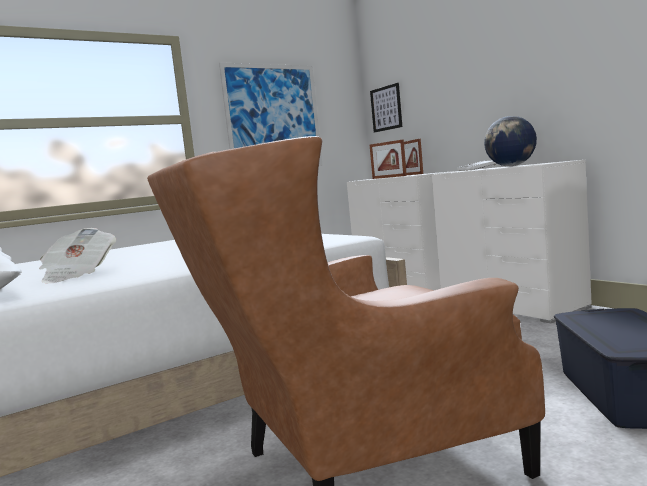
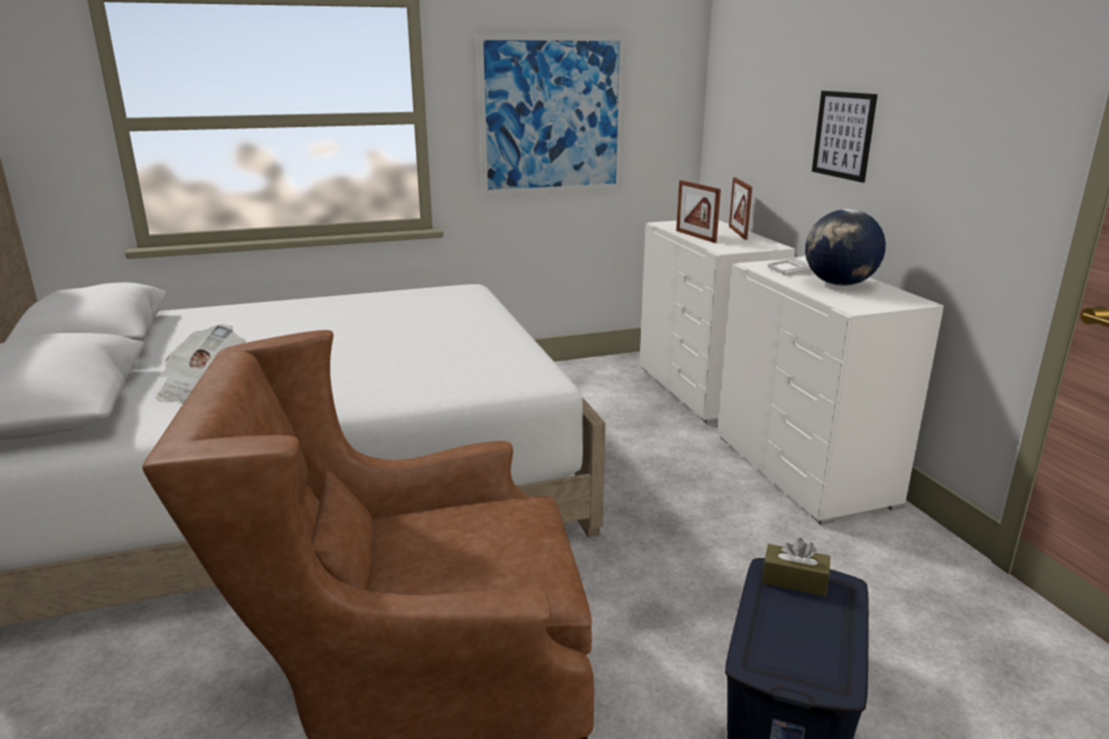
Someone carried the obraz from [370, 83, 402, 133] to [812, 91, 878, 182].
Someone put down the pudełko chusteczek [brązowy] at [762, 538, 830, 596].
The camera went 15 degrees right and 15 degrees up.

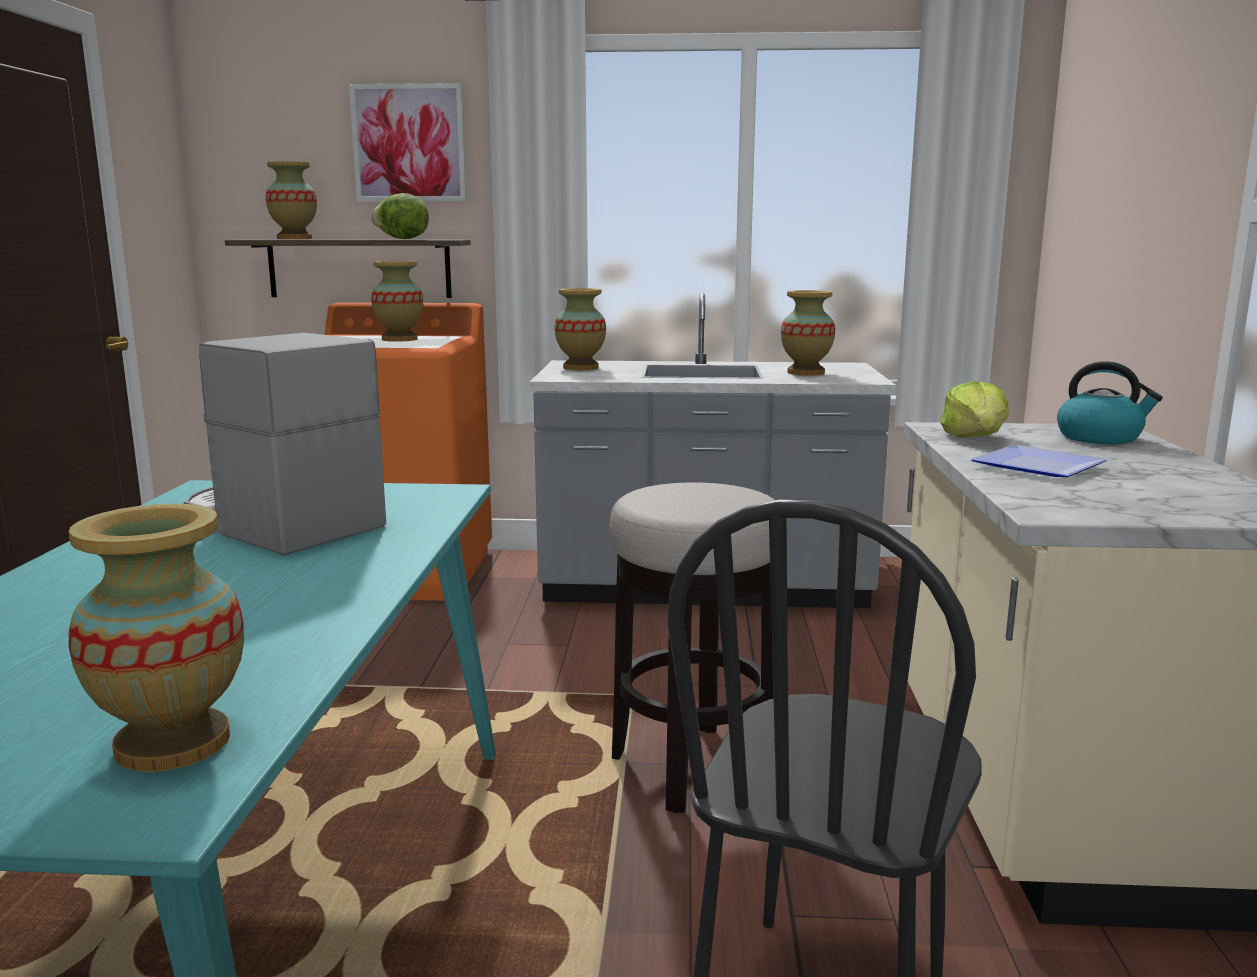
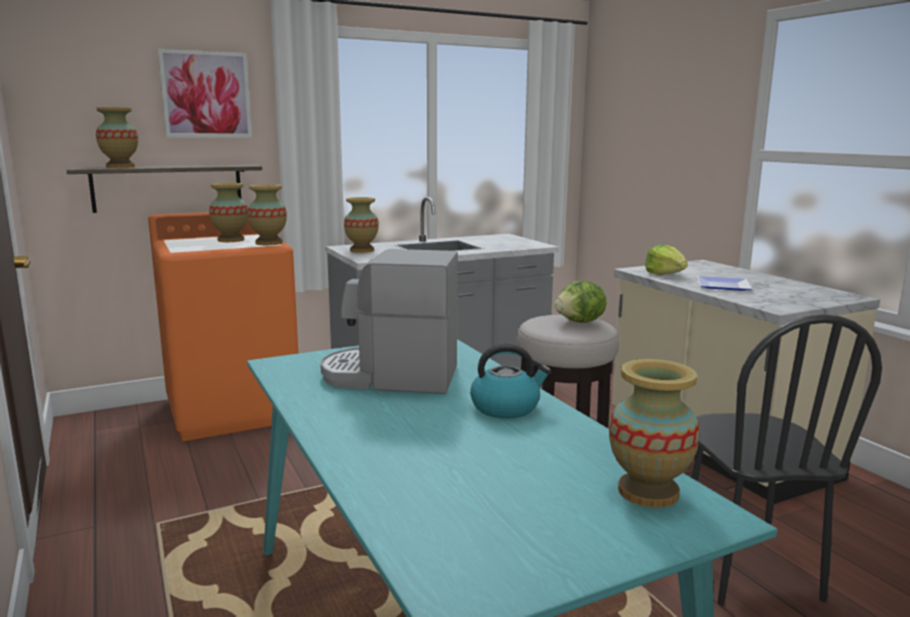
Someone carried the sałata from [371, 193, 429, 239] to [554, 281, 606, 323].
Someone carried the wazon from [781, 290, 835, 376] to [247, 184, 287, 245].
Someone carried the czajnik from [1057, 361, 1163, 444] to [470, 344, 551, 418].
The camera went 30 degrees left and 0 degrees up.

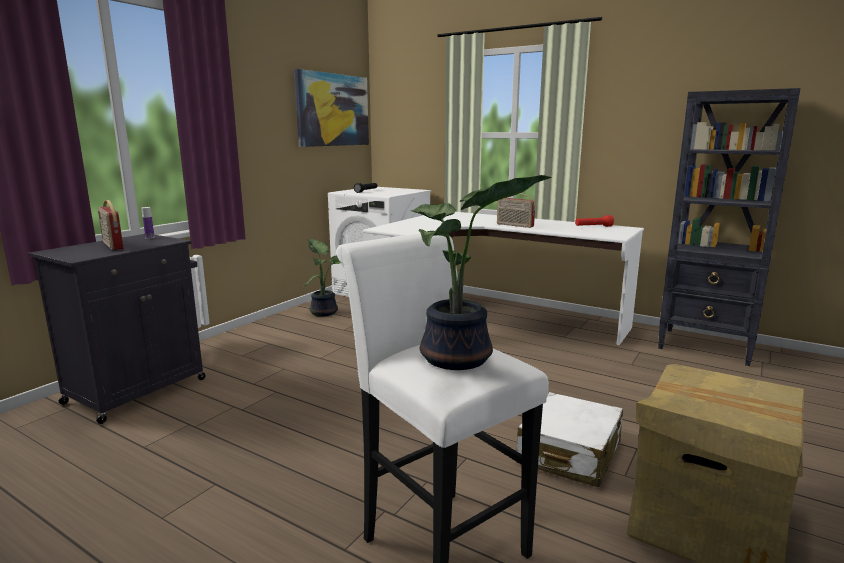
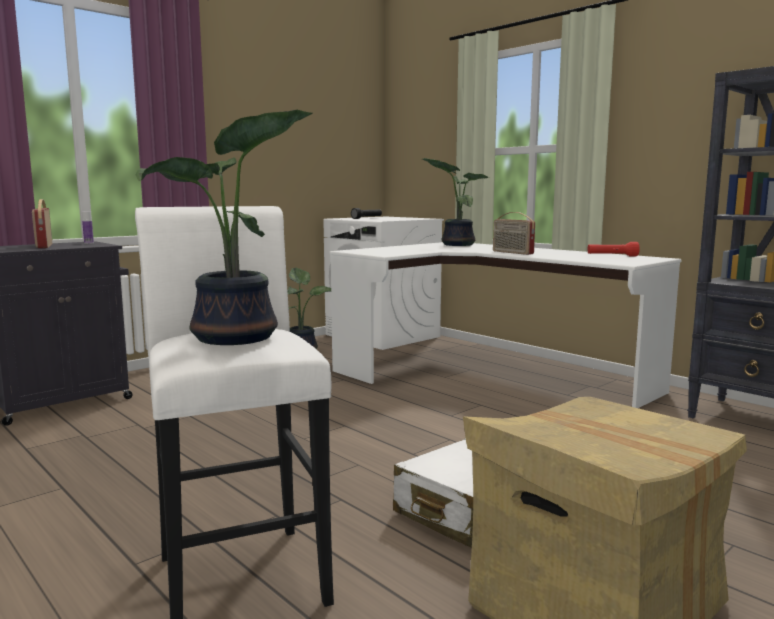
Someone took away the obraz at [294, 69, 369, 147].
Someone put down the roślina doniczkowa at [422, 158, 489, 246].
The camera went 15 degrees right and 5 degrees down.

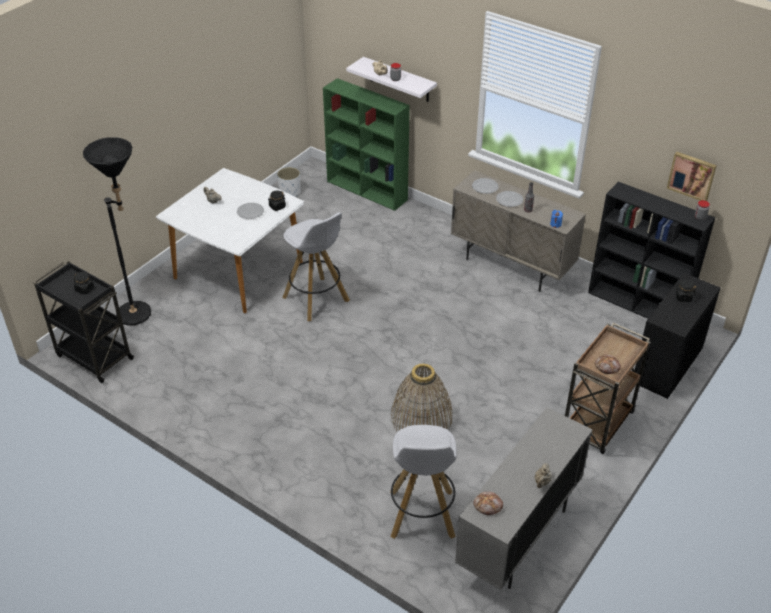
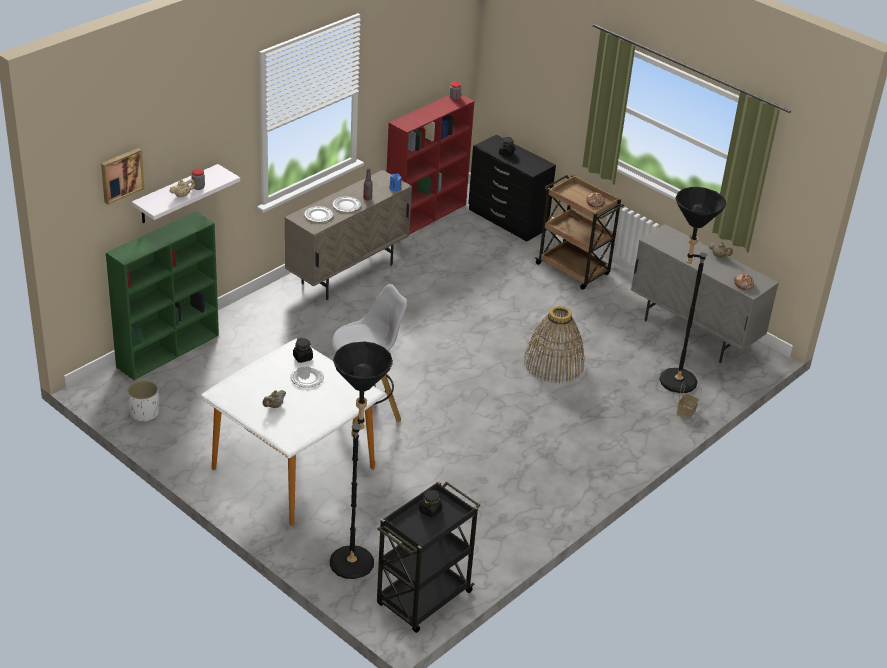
Someone carried the obraz from [667, 152, 717, 201] to [101, 148, 145, 205].
Someone repainted the regał [czarny] at [588, 182, 715, 319], which became the regał [czerwony] at [387, 95, 474, 235].
Someone swapped the stołek [biały] at [390, 425, 456, 539] for the lampa stojąca [czarny] at [659, 187, 726, 393].
Someone put down the koszyk at [677, 381, 702, 420].
The camera went 85 degrees left and 5 degrees down.

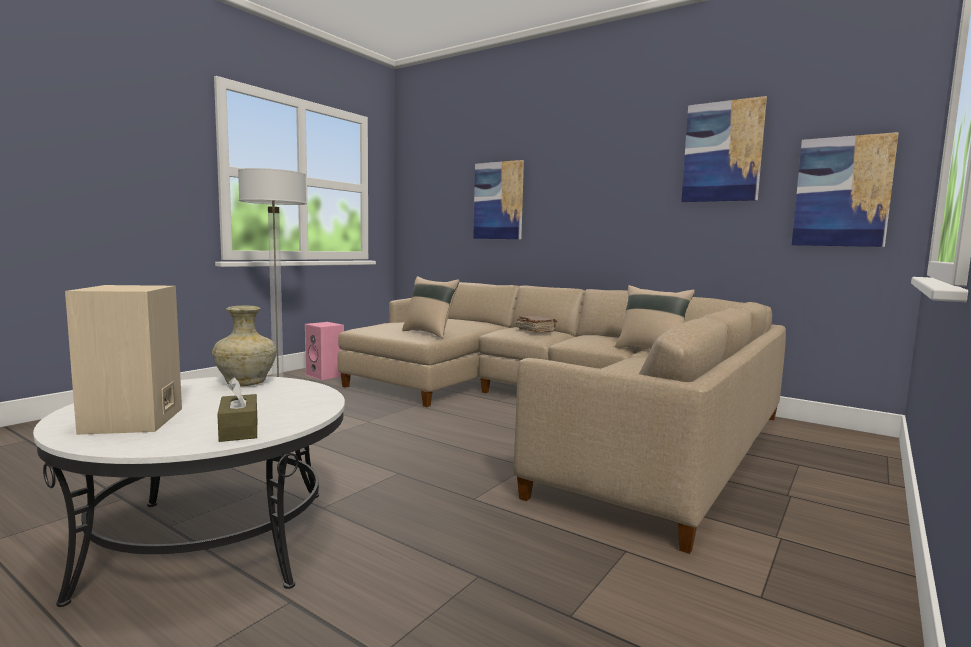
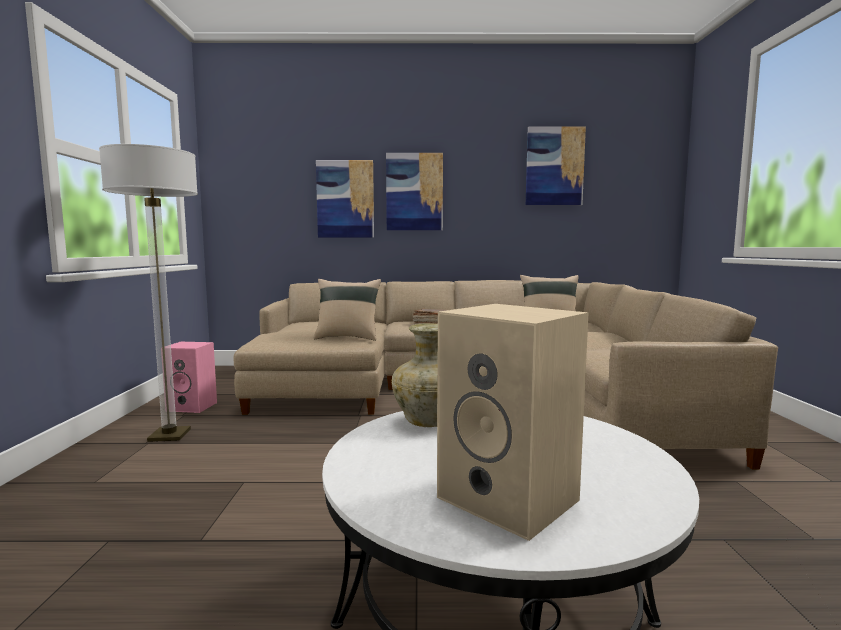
Someone carried the obraz from [792, 132, 899, 247] to [386, 153, 443, 230].
Someone took away the pudełko chusteczek [brązowy] at [217, 377, 257, 442].
The camera went 35 degrees left and 0 degrees up.

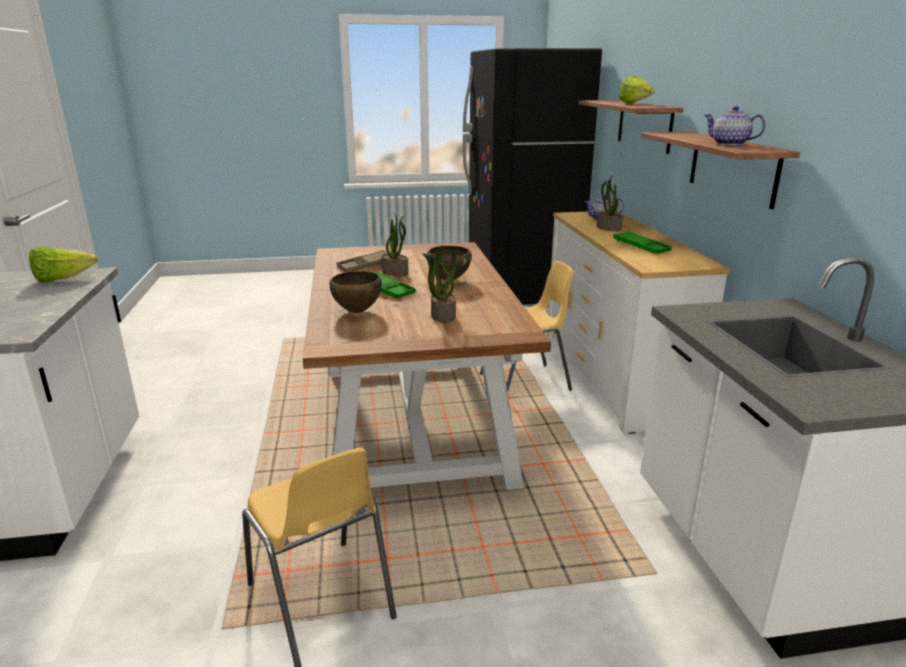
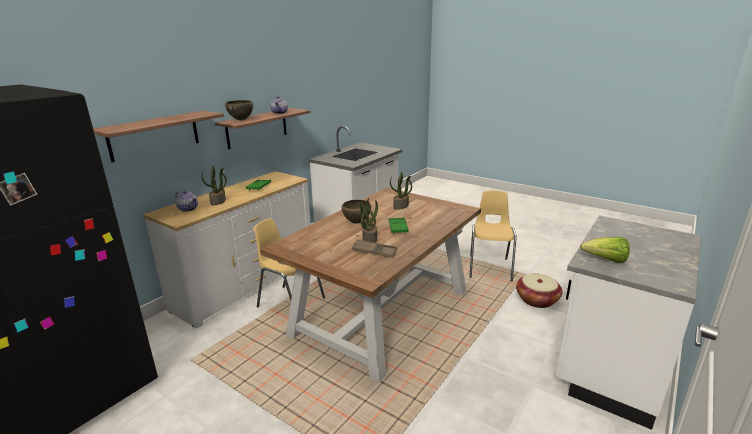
Someone took away the sałata at [619, 75, 655, 104].
Someone carried the miska [brązowy] from [329, 271, 382, 313] to [225, 100, 253, 120].
Someone put down the koszyk at [516, 273, 562, 308].
The camera went 135 degrees left and 0 degrees up.

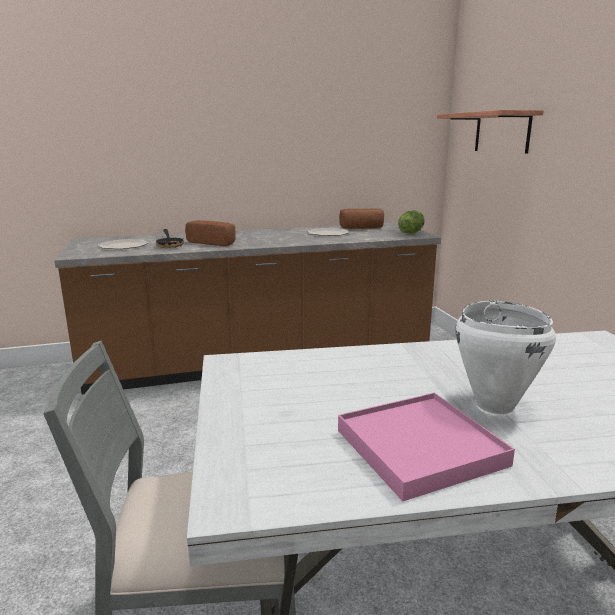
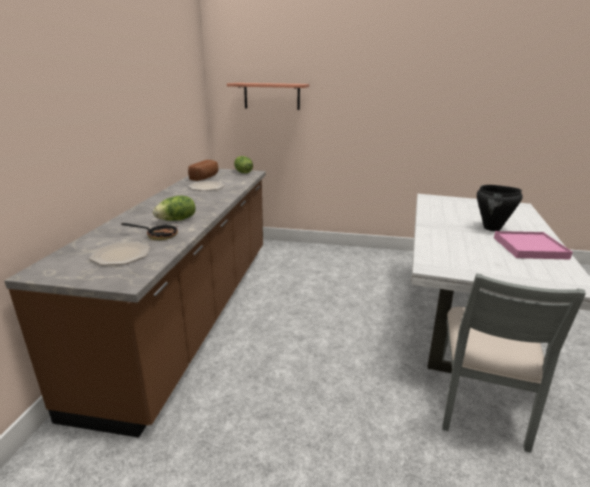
Someone swapped the chleb at [185, 220, 236, 246] for the sałata at [153, 196, 195, 221].
Someone repainted the garnek [biały] at [455, 301, 556, 414], which became the garnek [czarny] at [477, 185, 523, 231].
The camera went 65 degrees left and 5 degrees up.

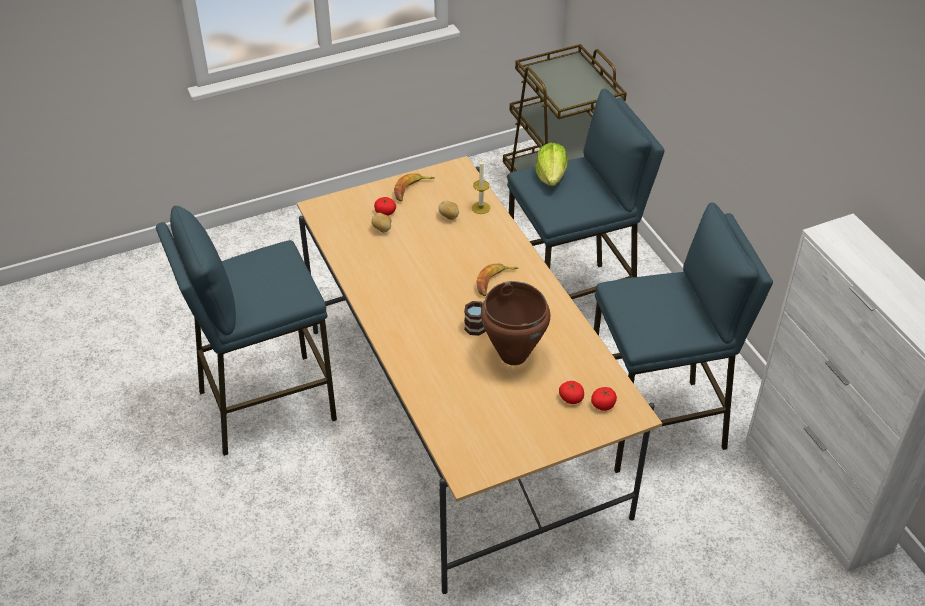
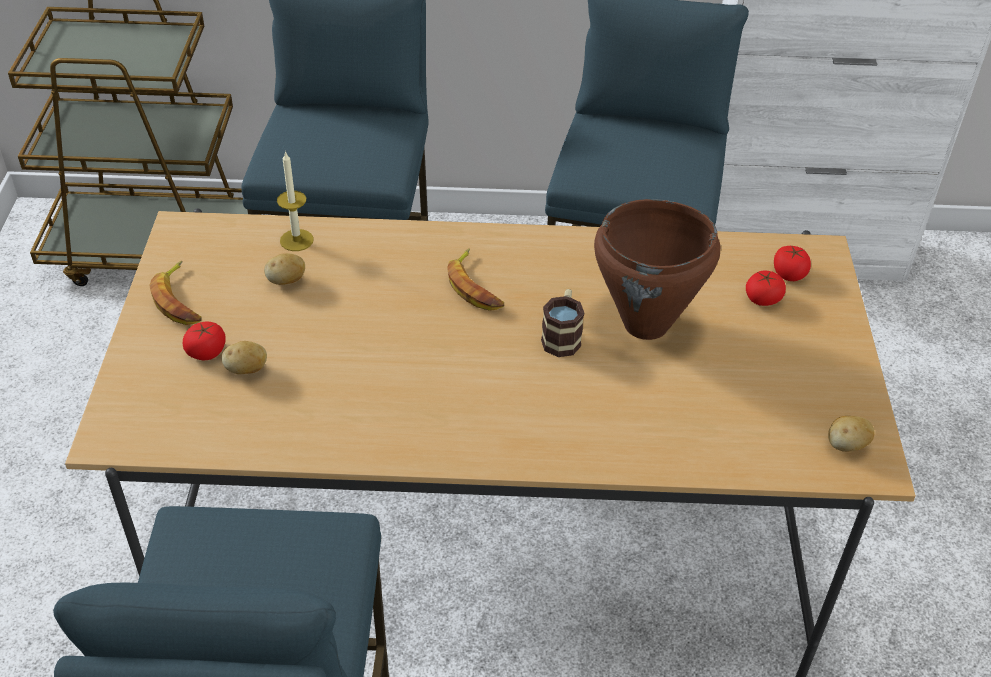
Someone took away the sałata at [535, 143, 568, 186].
Someone put down the ziemniak at [828, 416, 875, 452].
The camera went 65 degrees left and 0 degrees up.

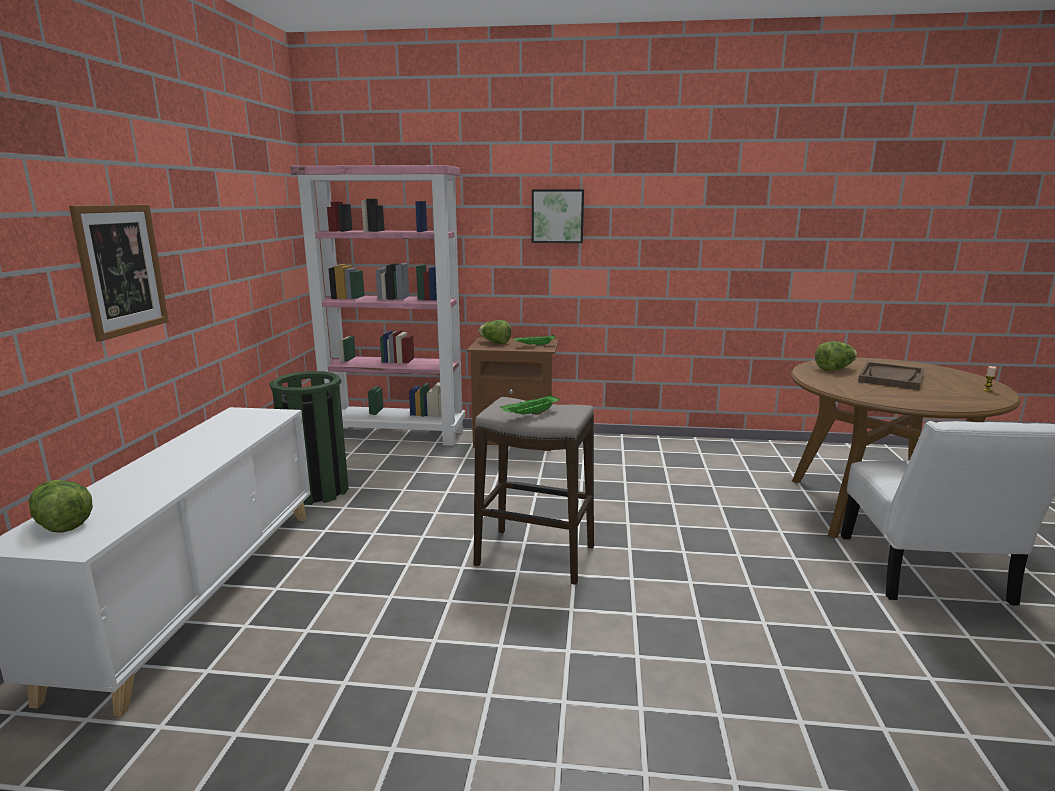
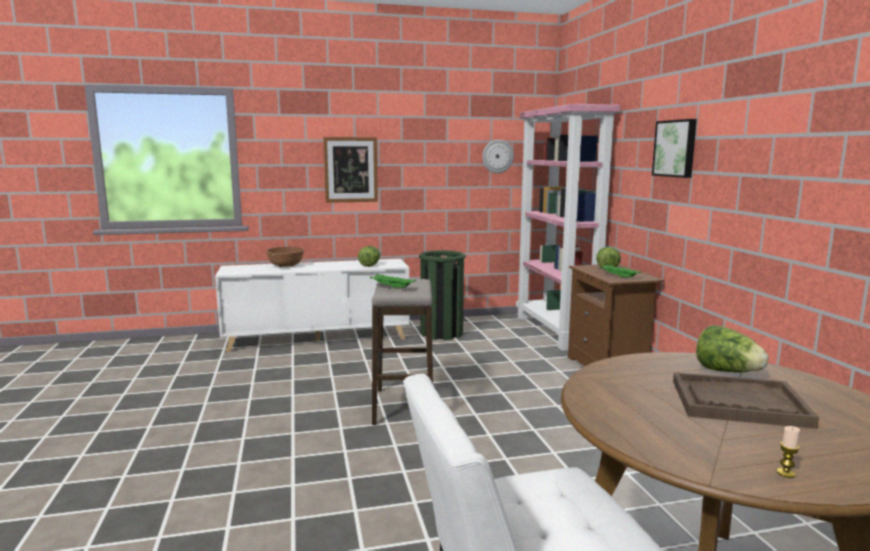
Someone carried the sałata from [29, 480, 93, 533] to [358, 246, 380, 267].
Someone put up the zegar ścienny at [482, 140, 514, 173].
Someone put down the miska [brązowy] at [266, 247, 304, 267].
The camera went 70 degrees right and 5 degrees down.

